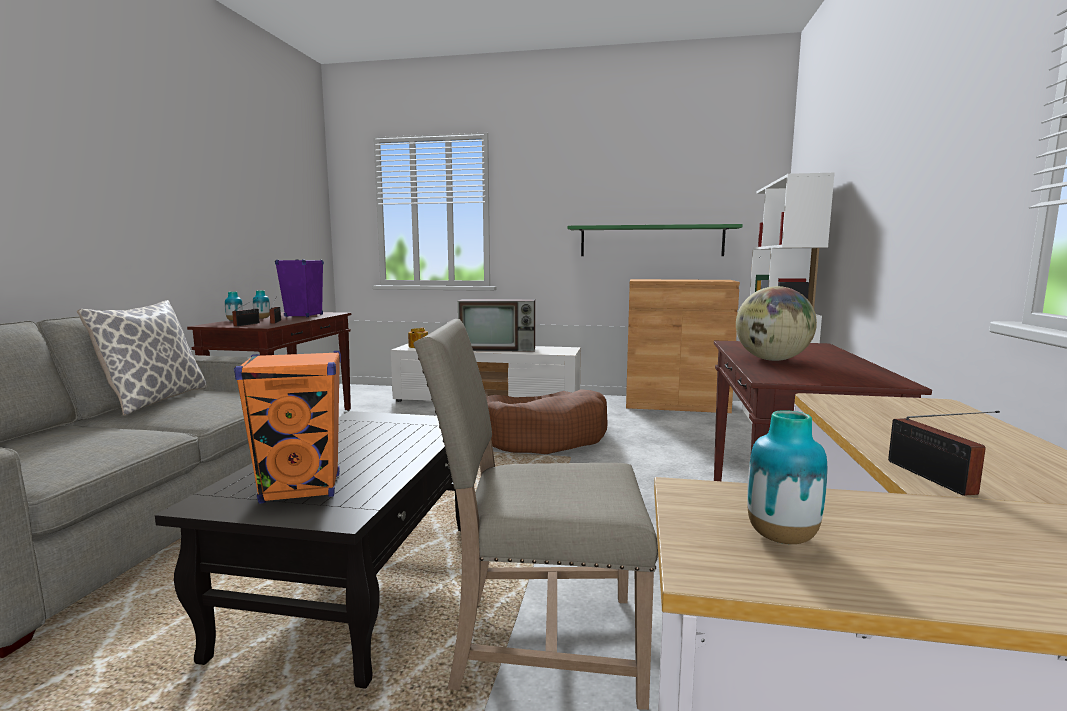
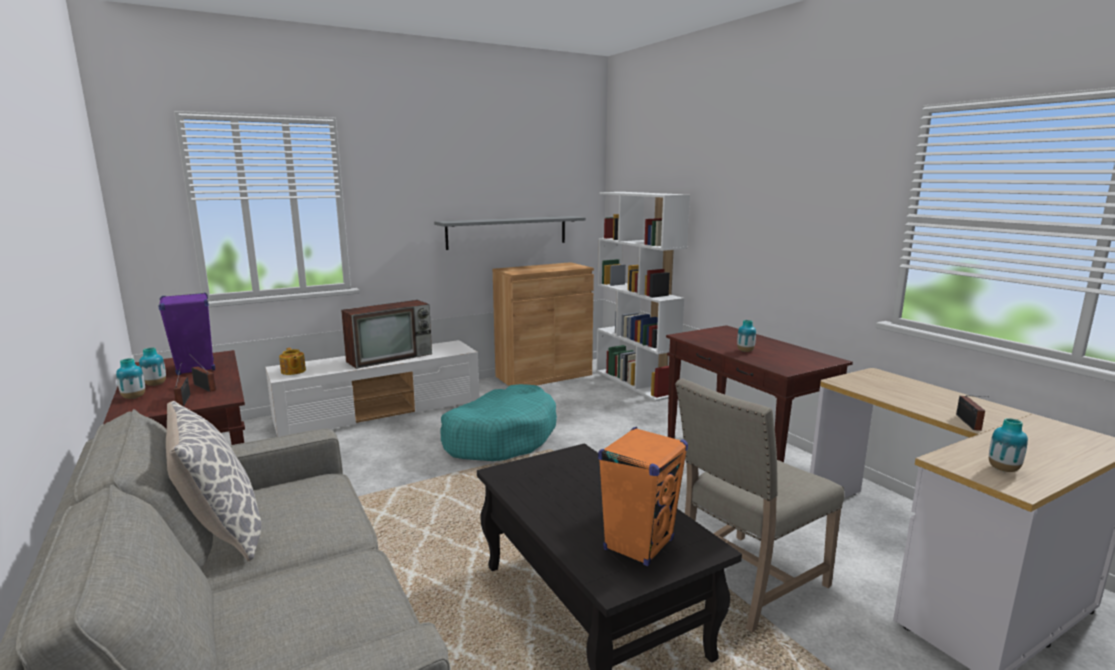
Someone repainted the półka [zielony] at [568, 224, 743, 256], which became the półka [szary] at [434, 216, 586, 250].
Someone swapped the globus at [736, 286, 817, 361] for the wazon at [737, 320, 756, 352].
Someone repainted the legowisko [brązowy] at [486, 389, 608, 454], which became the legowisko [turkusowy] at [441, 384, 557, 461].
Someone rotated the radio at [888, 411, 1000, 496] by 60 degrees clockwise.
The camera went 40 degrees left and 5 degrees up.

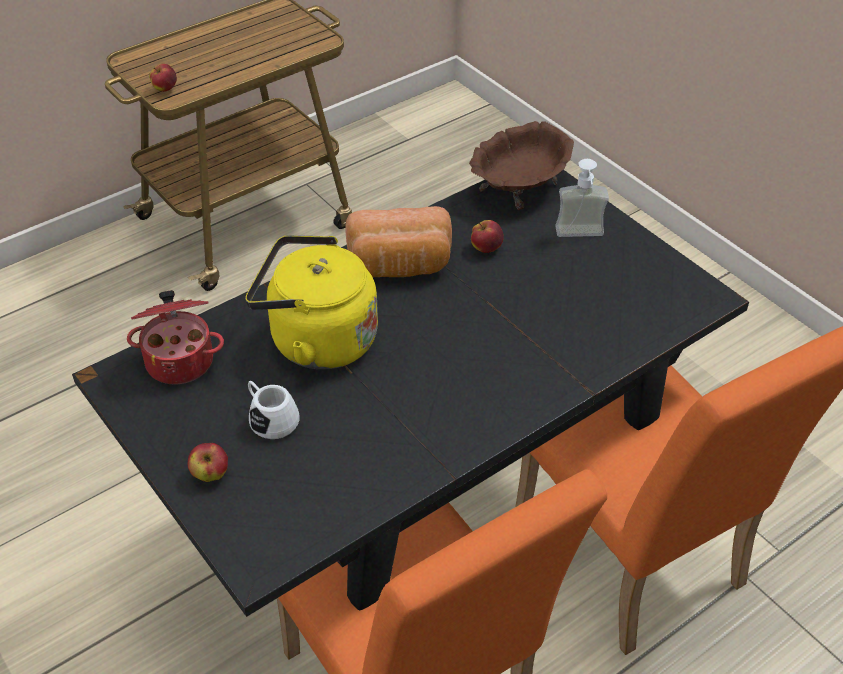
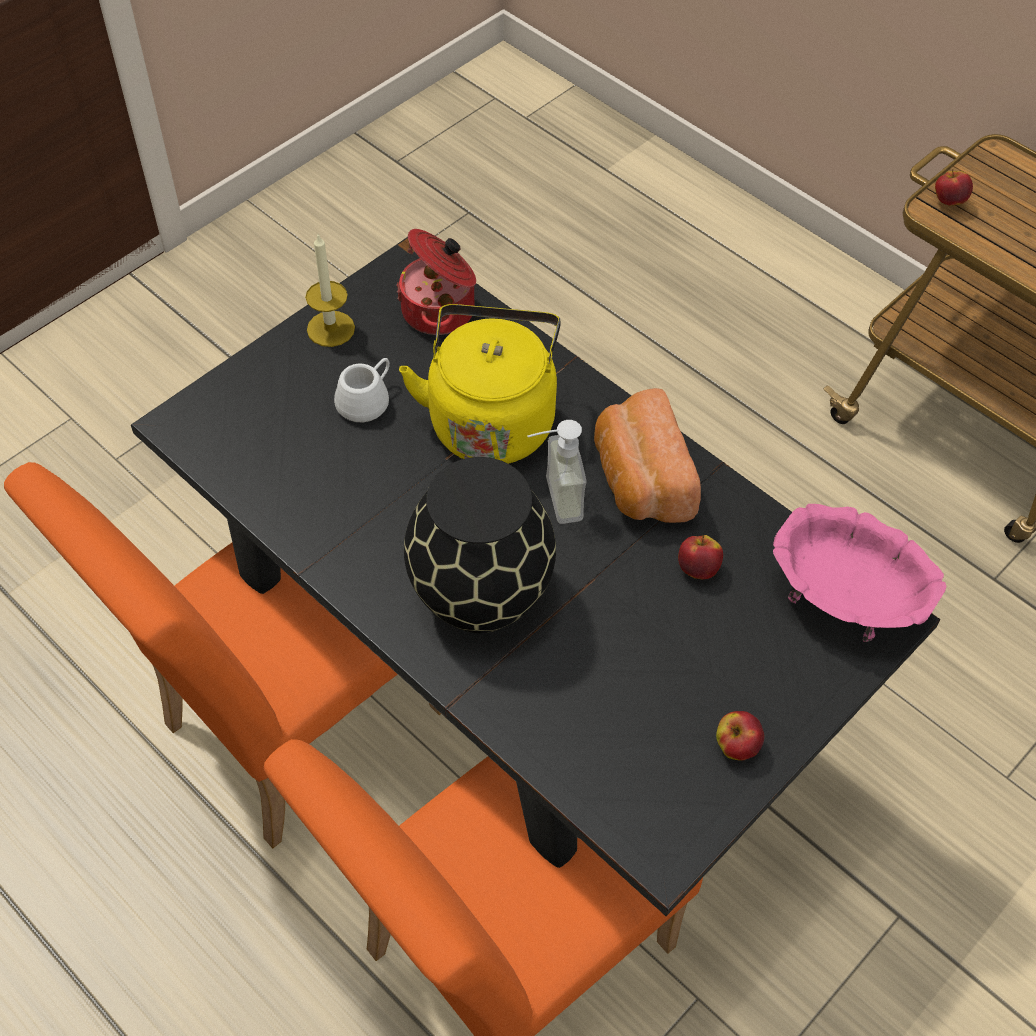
Someone repainted the miska [brązowy] at [469, 121, 574, 210], which became the miska [różowy] at [773, 504, 947, 642].
Someone carried the dozownik mydła from [555, 159, 609, 237] to [527, 420, 587, 524].
Someone carried the jabłko from [188, 443, 228, 482] to [716, 711, 765, 760].
Someone put down the świeca at [305, 235, 355, 347].
Someone put down the wazon [czarny] at [404, 457, 556, 633].
The camera went 80 degrees right and 10 degrees up.

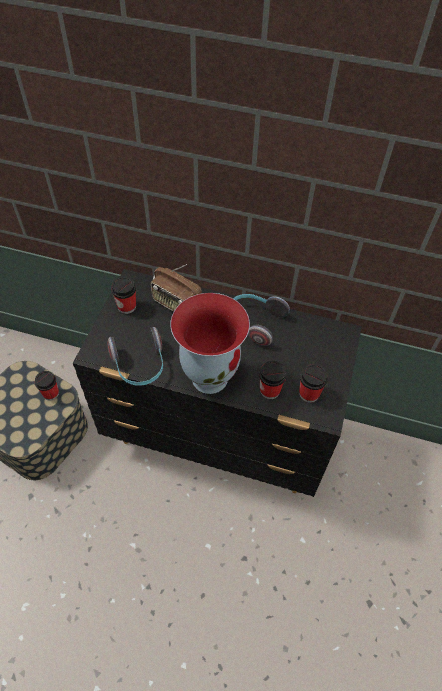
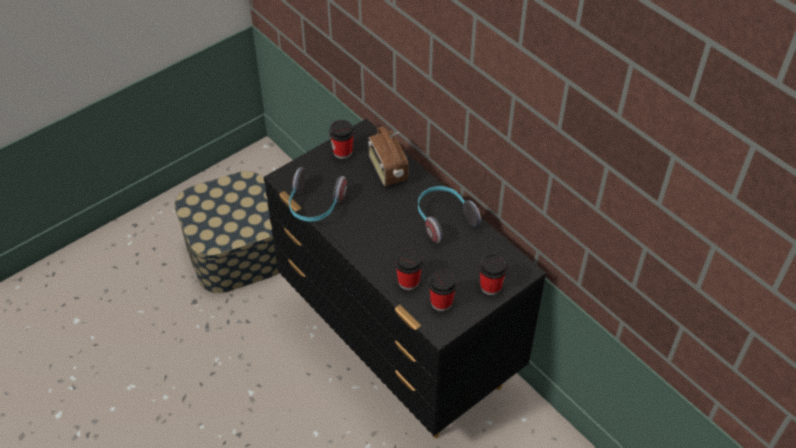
Someone took away the wazon at [170, 293, 250, 394].
Someone carried the filiżanka from [35, 371, 59, 401] to [479, 253, 508, 295].
The camera went 35 degrees right and 5 degrees down.

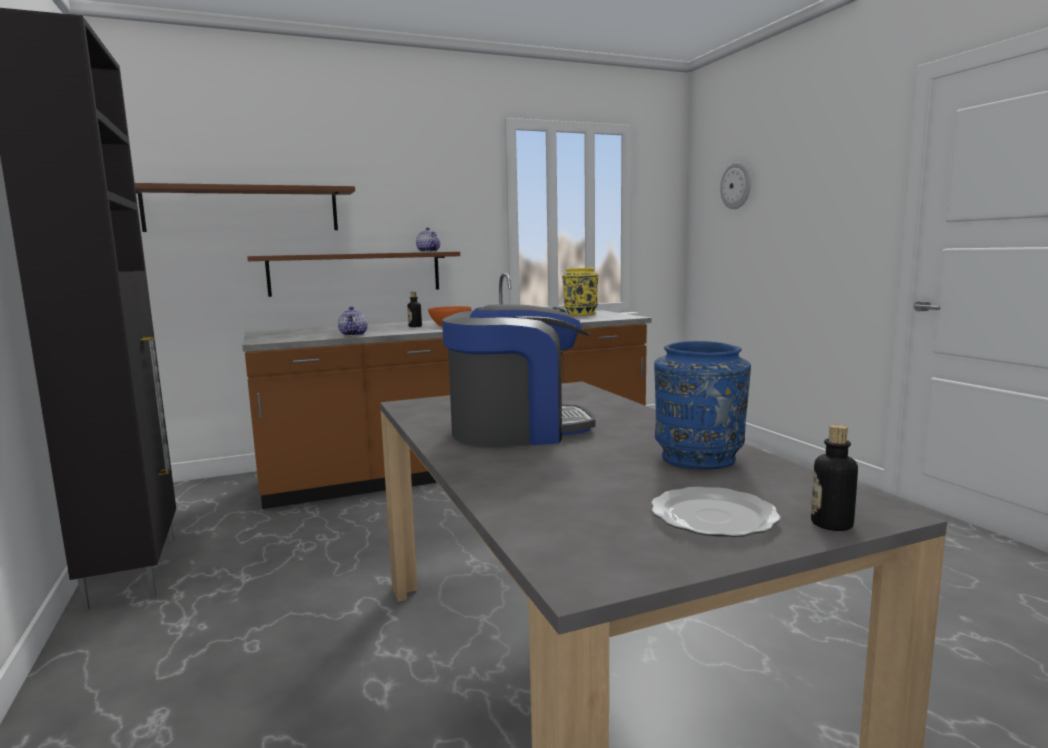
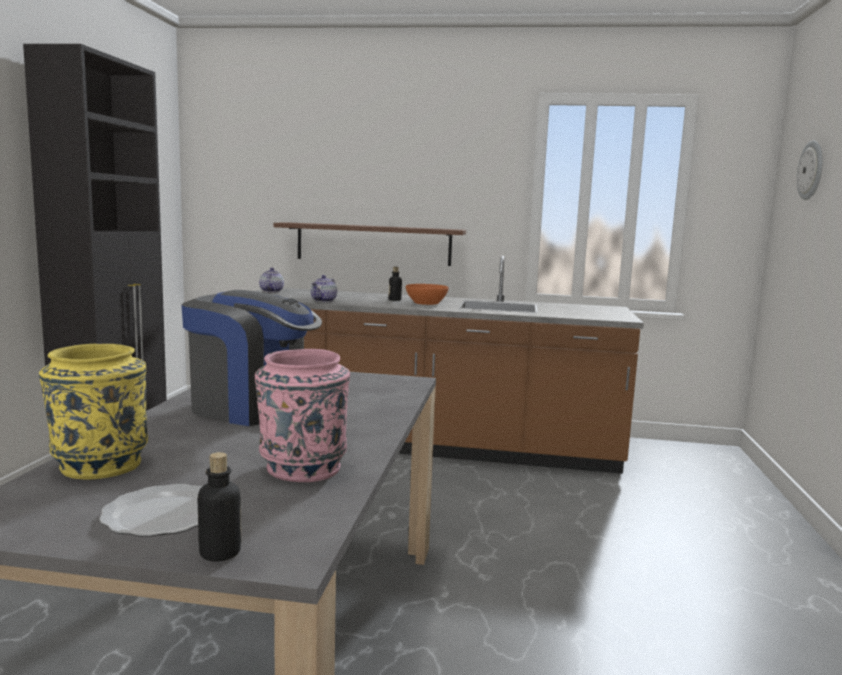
Someone took away the półka [brązowy] at [135, 183, 355, 232].
Someone carried the imbryk from [416, 228, 440, 252] to [259, 268, 284, 292].
Someone carried the wazon [żółty] from [562, 268, 598, 315] to [39, 343, 148, 480].
Someone repainted the wazon [niebieski] at [654, 341, 751, 470], which became the wazon [różowy] at [255, 349, 350, 482].
The camera went 30 degrees right and 0 degrees up.

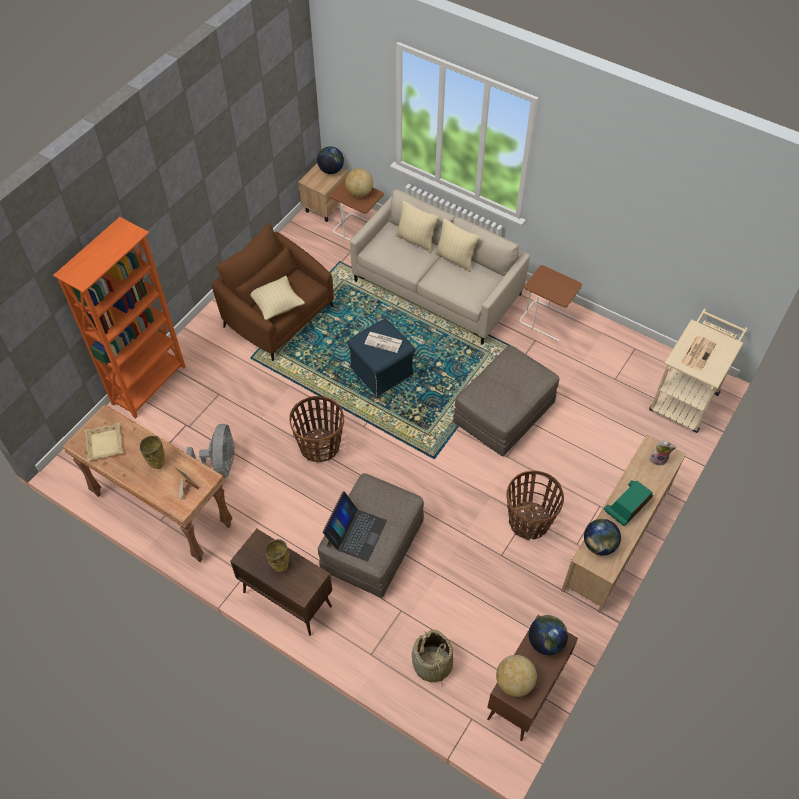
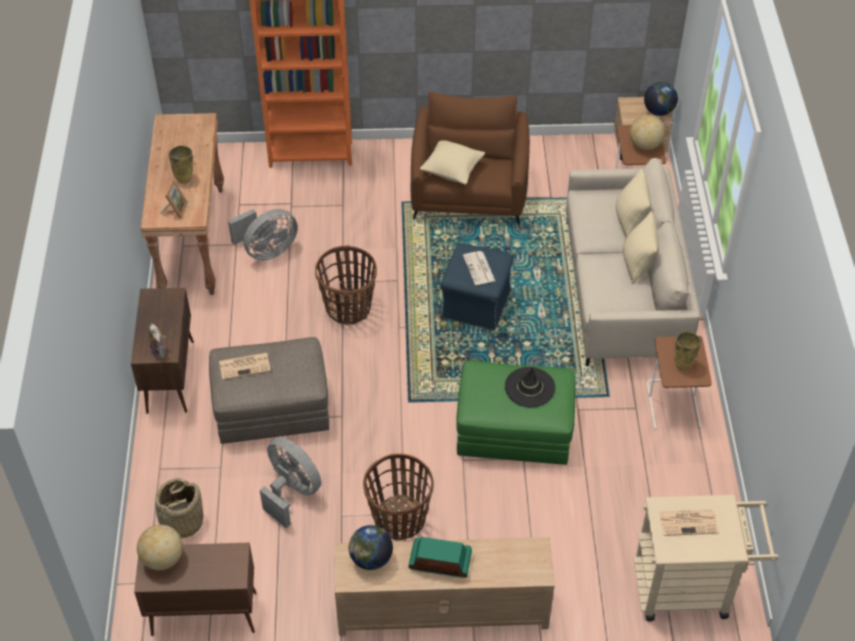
Someone repainted the pufa [szary] at [453, 345, 559, 457], which became the pufa [zielony] at [456, 360, 576, 465].
Someone took away the taca [beżowy] at [85, 423, 123, 461].
Someone carried the pluszak from [649, 440, 676, 466] to [149, 324, 166, 359].
Someone swapped the laptop at [323, 491, 387, 562] for the gazeta at [219, 353, 271, 380].
Someone carried the wazon [beżowy] from [265, 539, 289, 572] to [674, 332, 701, 371].
Someone took away the globus at [529, 615, 568, 655].
Someone put down the kapelusz [czarny] at [505, 367, 555, 407].
Someone put down the wentylator [szary] at [260, 437, 321, 528].
The camera went 55 degrees right and 5 degrees down.

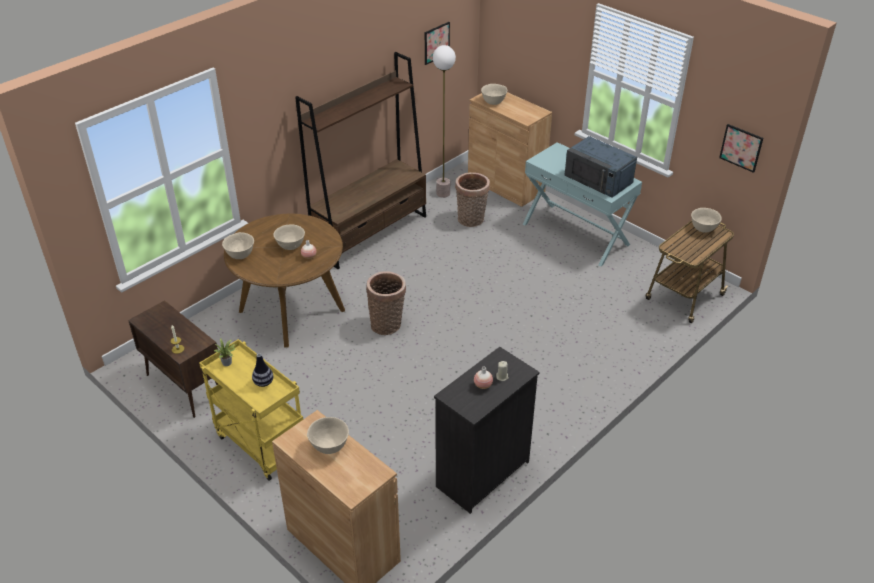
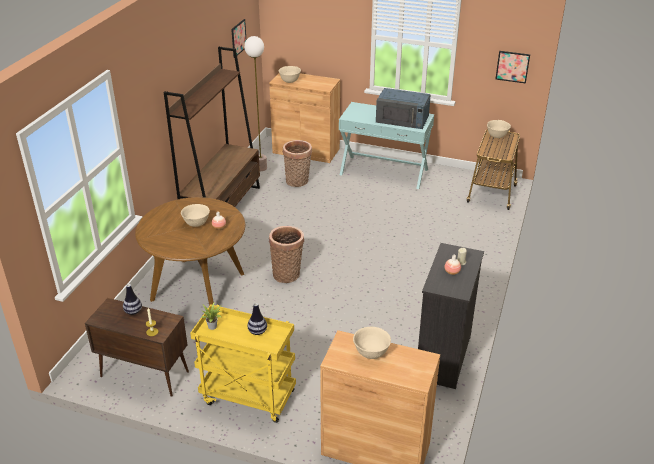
Someone took away the miska [beżowy] at [222, 232, 254, 259].
Someone put down the wazon at [123, 284, 142, 315].
The camera went 25 degrees left and 5 degrees down.

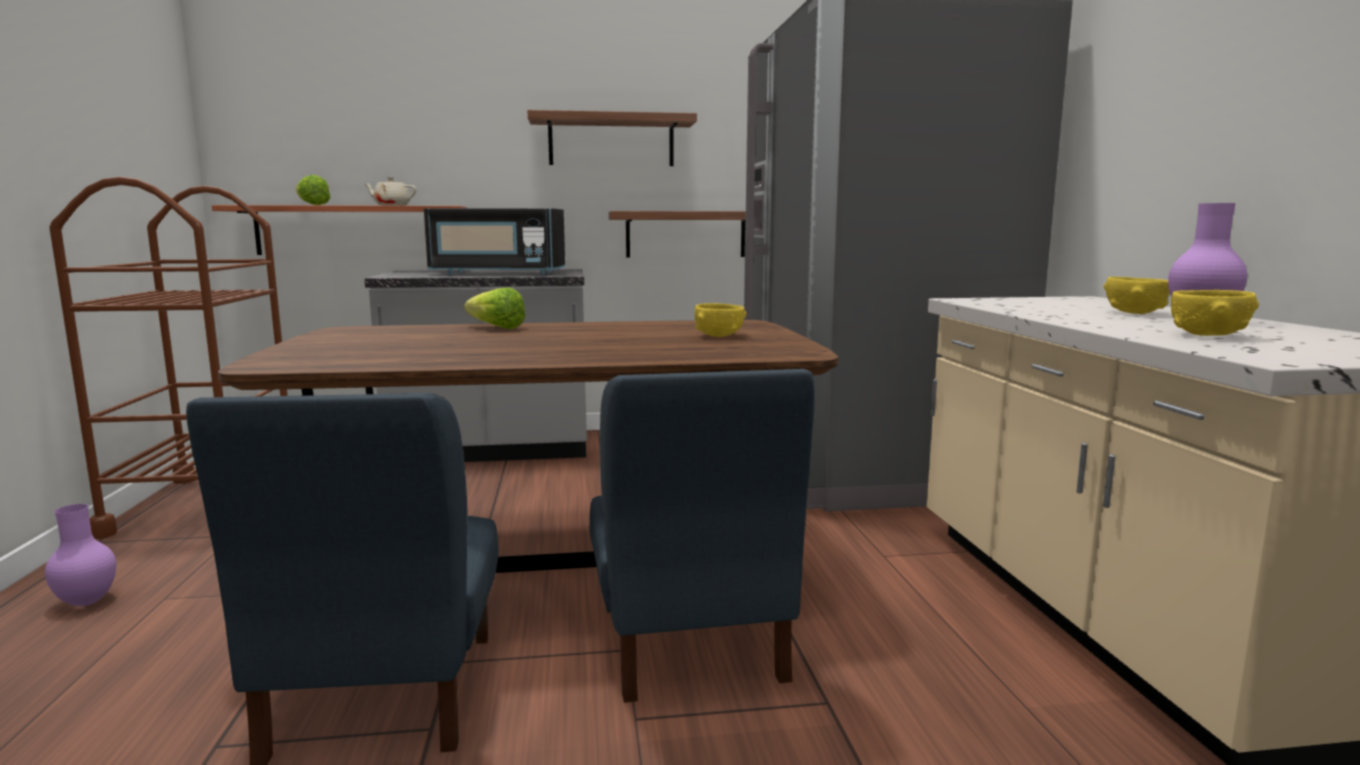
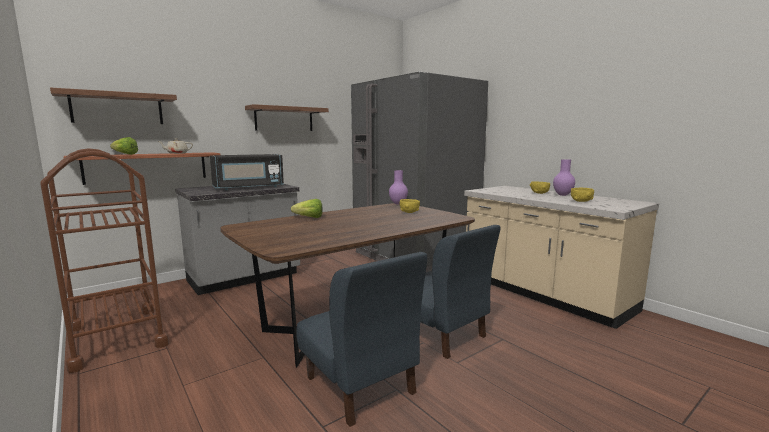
Someone carried the półka from [609, 211, 746, 258] to [50, 88, 177, 124].
Someone carried the wazon [fioletowy] from [45, 504, 116, 606] to [389, 170, 408, 205].
The camera went 30 degrees left and 0 degrees up.

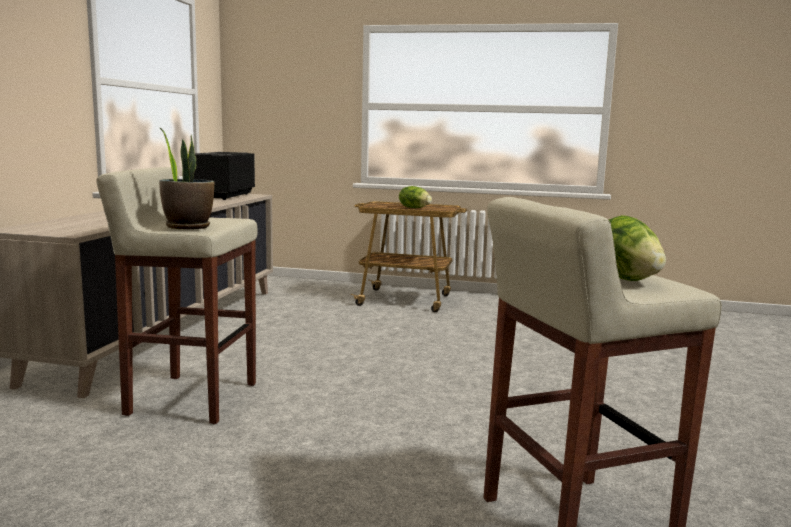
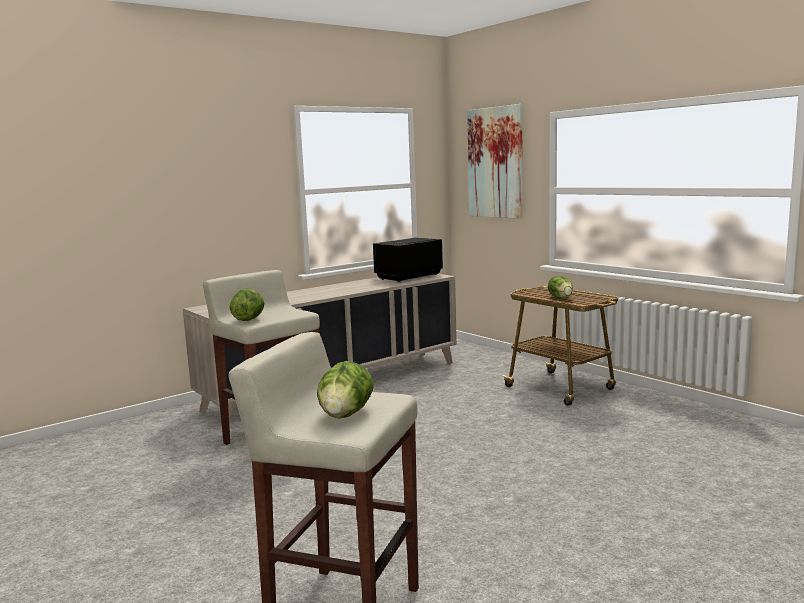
Someone swapped the roślina doniczkowa at [159, 127, 214, 230] for the sałata at [230, 288, 264, 321].
Someone put up the obraz at [467, 104, 523, 219].
The camera went 40 degrees right and 0 degrees up.

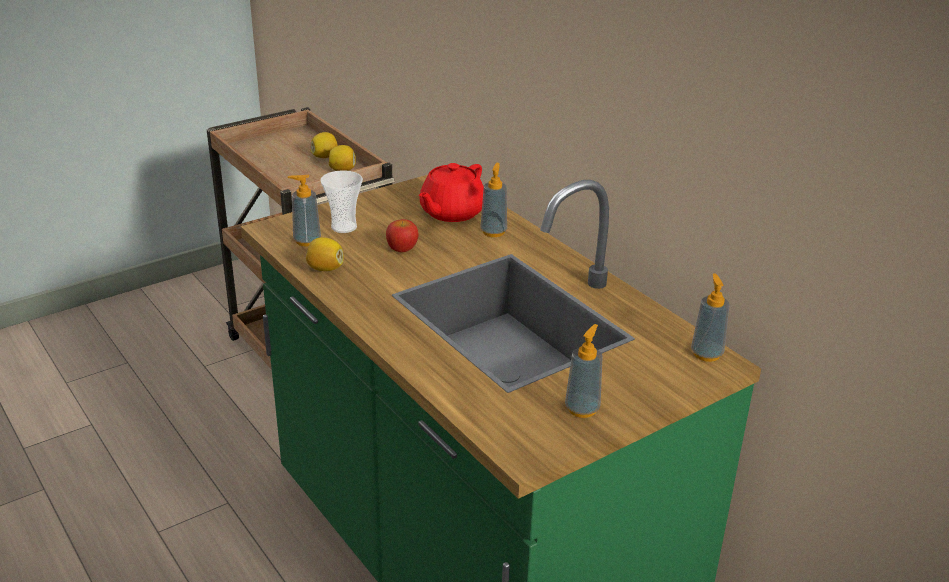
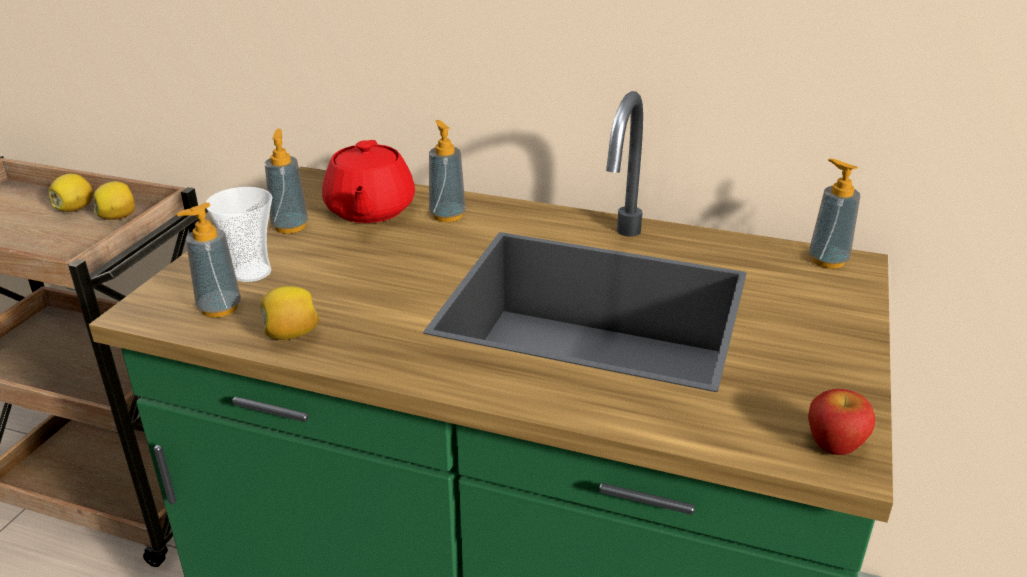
Someone carried the jabłko from [386, 219, 418, 252] to [808, 389, 875, 455].
Someone carried the dozownik mydła from [565, 324, 603, 418] to [265, 129, 308, 234].
The camera went 35 degrees left and 0 degrees up.

